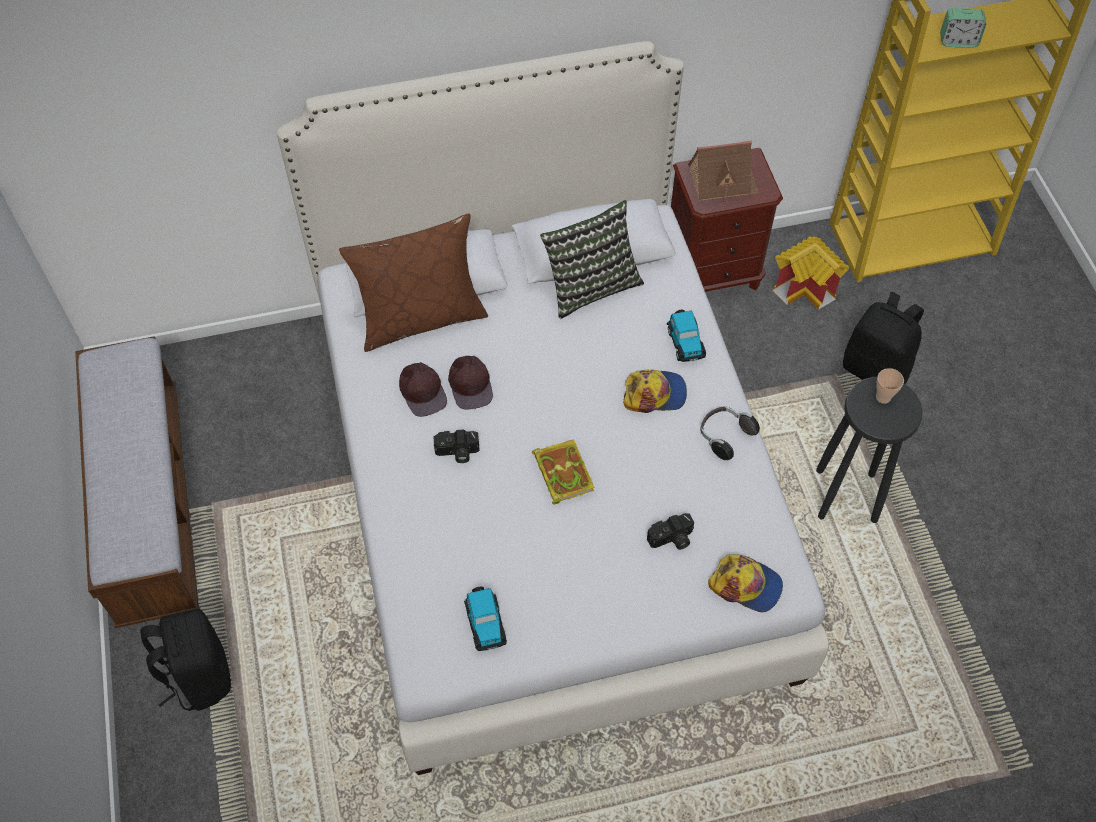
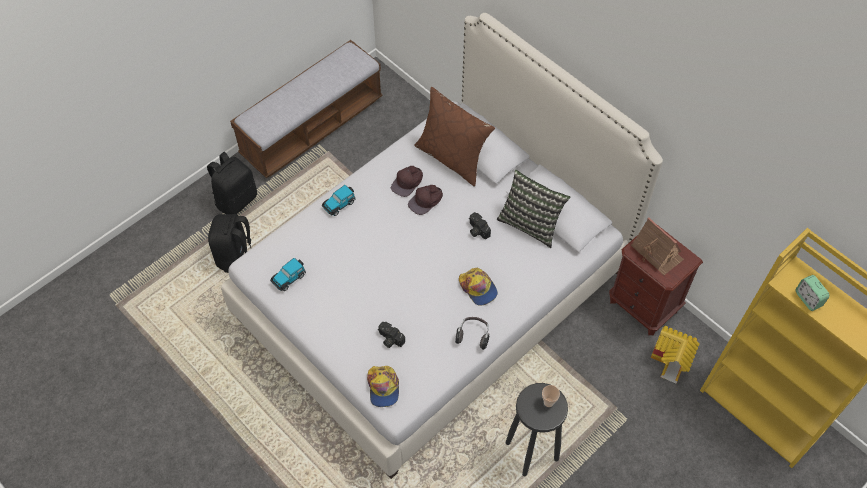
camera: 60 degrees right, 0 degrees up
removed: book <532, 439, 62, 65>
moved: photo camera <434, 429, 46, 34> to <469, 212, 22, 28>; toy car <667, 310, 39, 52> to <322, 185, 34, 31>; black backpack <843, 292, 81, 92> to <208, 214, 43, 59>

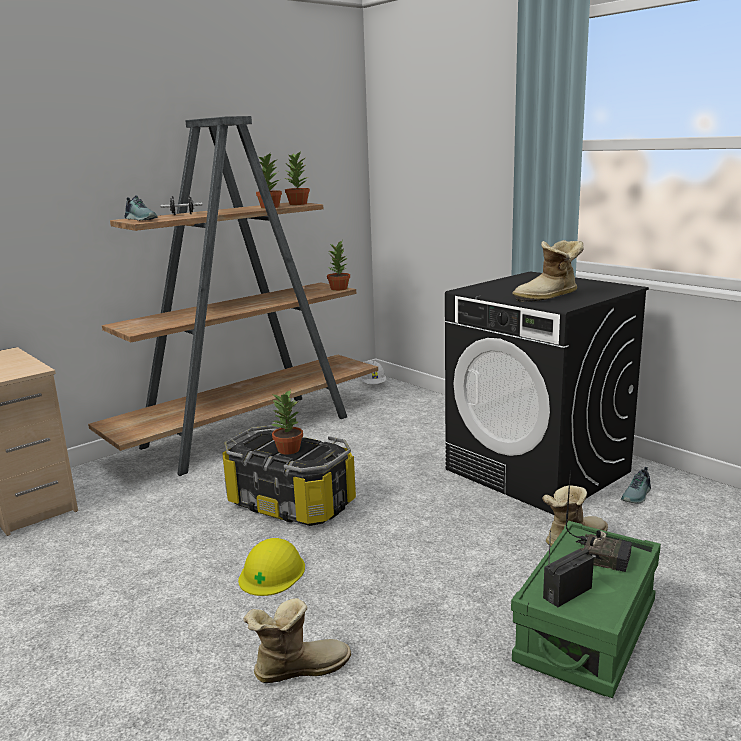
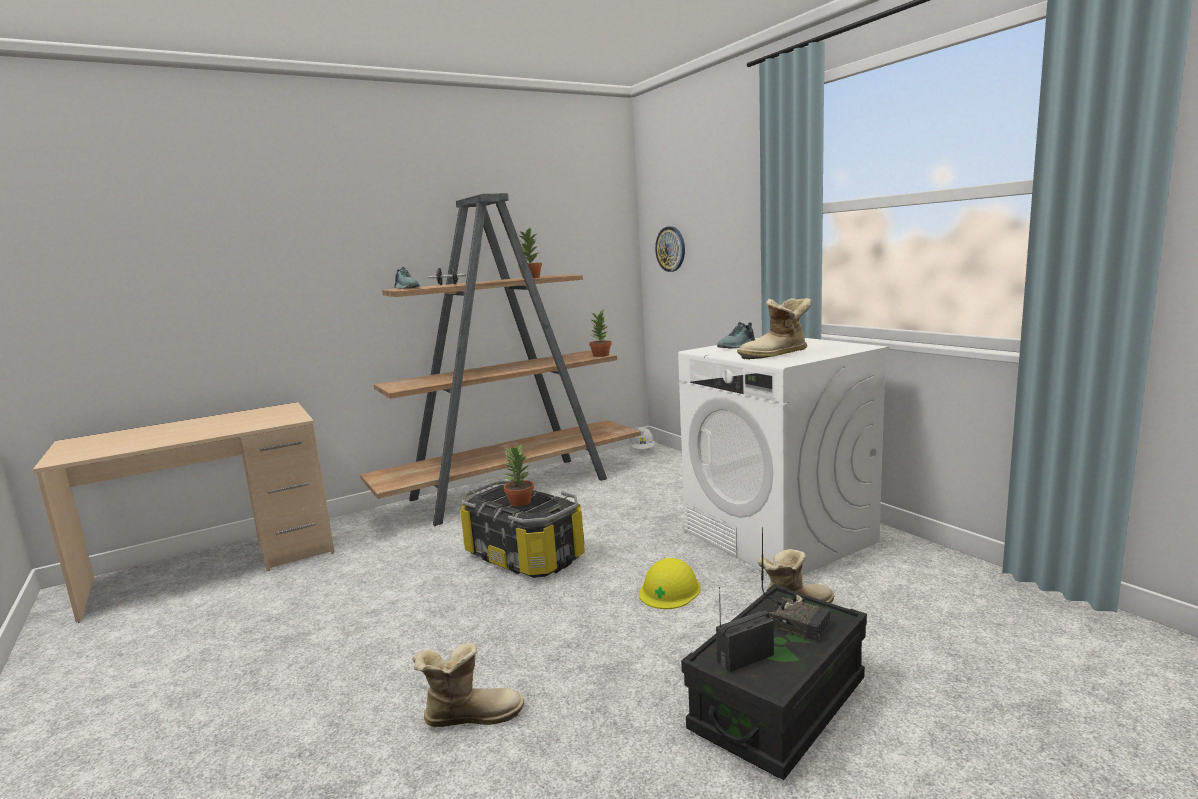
camera: 10 degrees right, 5 degrees down
removed: potted plant <285, 151, 25, 54>
added: wall clock <655, 226, 30, 46>
moved: yellow hard hat <238, 538, 67, 58> to <639, 558, 62, 51>; shoe <621, 467, 30, 36> to <717, 322, 38, 26>
recoloured: black washing machine <445, 271, 204, 244> to white washing machine <678, 338, 211, 237>; green storage box <511, 521, 150, 177> to black storage box <681, 584, 186, 196>

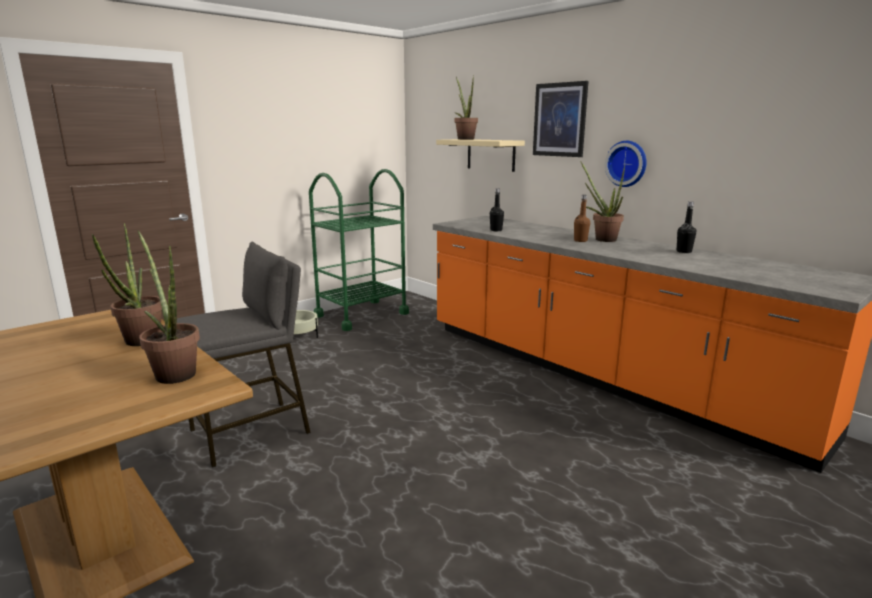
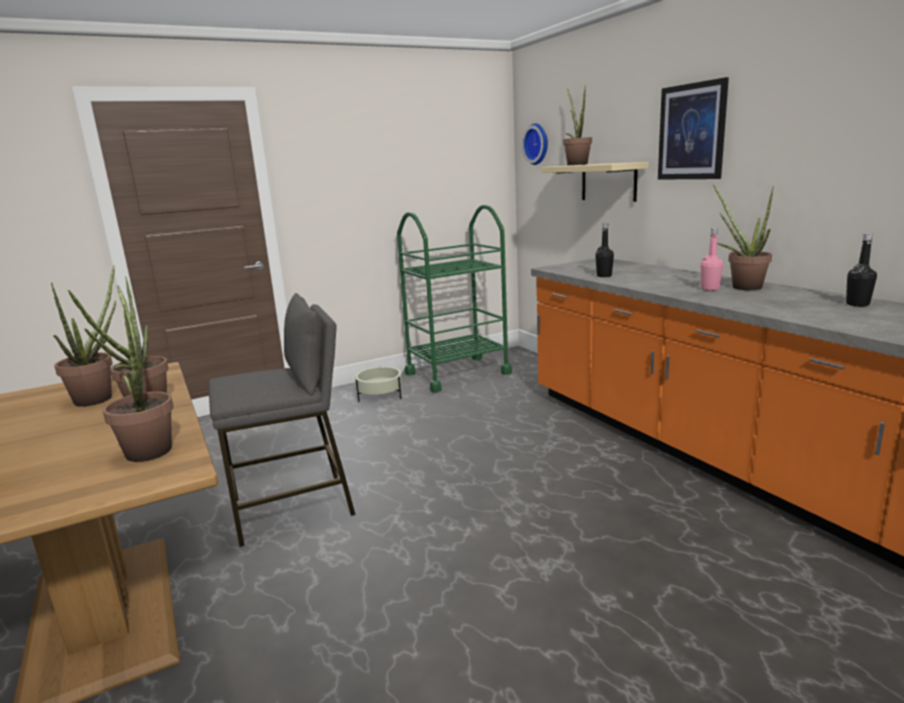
camera: 15 degrees right, 0 degrees up
added: potted plant <51, 265, 65, 142>
moved: wall clock <605, 141, 42, 46> to <522, 123, 26, 42>
recoloured: brown bottle <574, 195, 16, 47> to pink bottle <701, 228, 22, 63>

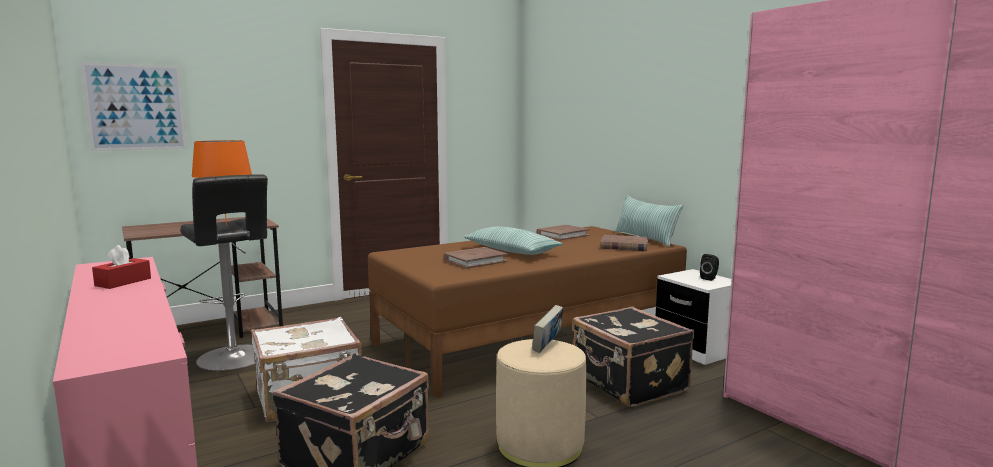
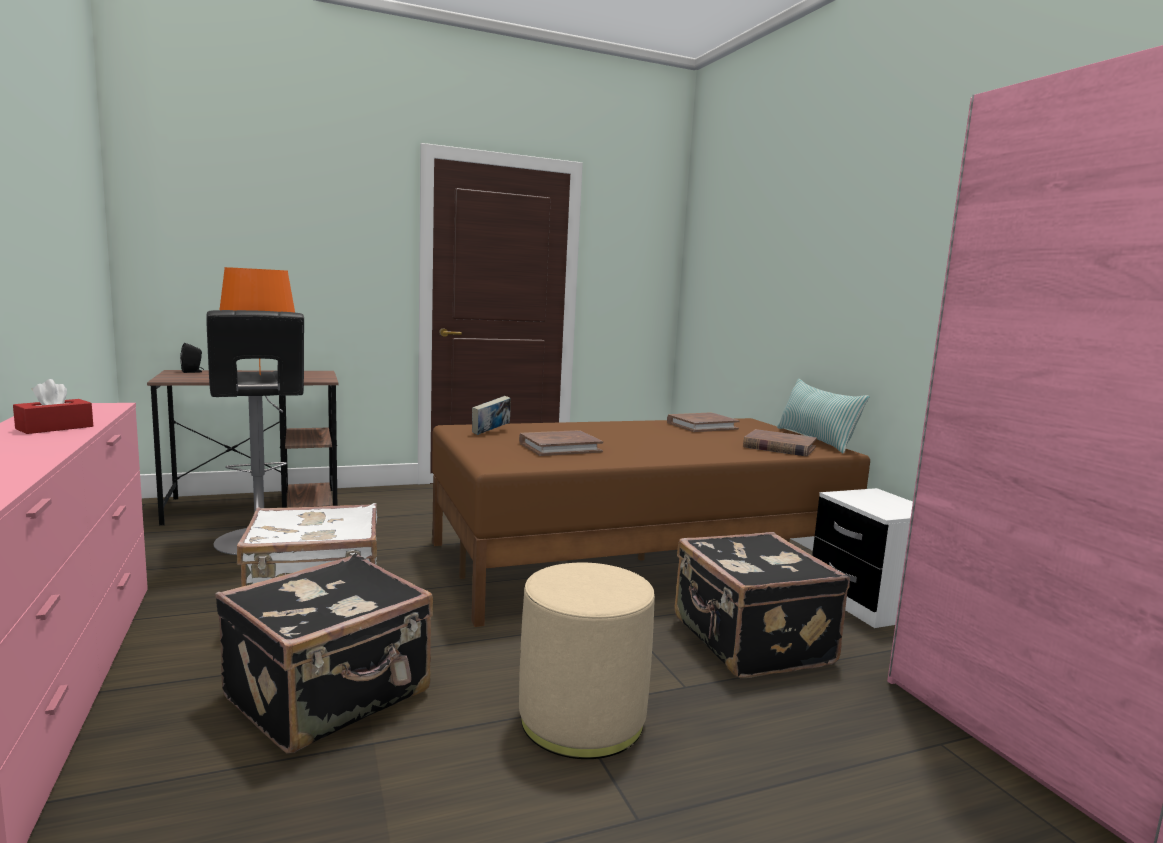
camera: 10 degrees right, 0 degrees up
removed: picture <81, 62, 106, 89>; pillow <463, 227, 100, 28>
moved: book <532, 305, 32, 48> to <472, 396, 39, 39>; black speaker <700, 254, 19, 27> to <180, 343, 24, 30>

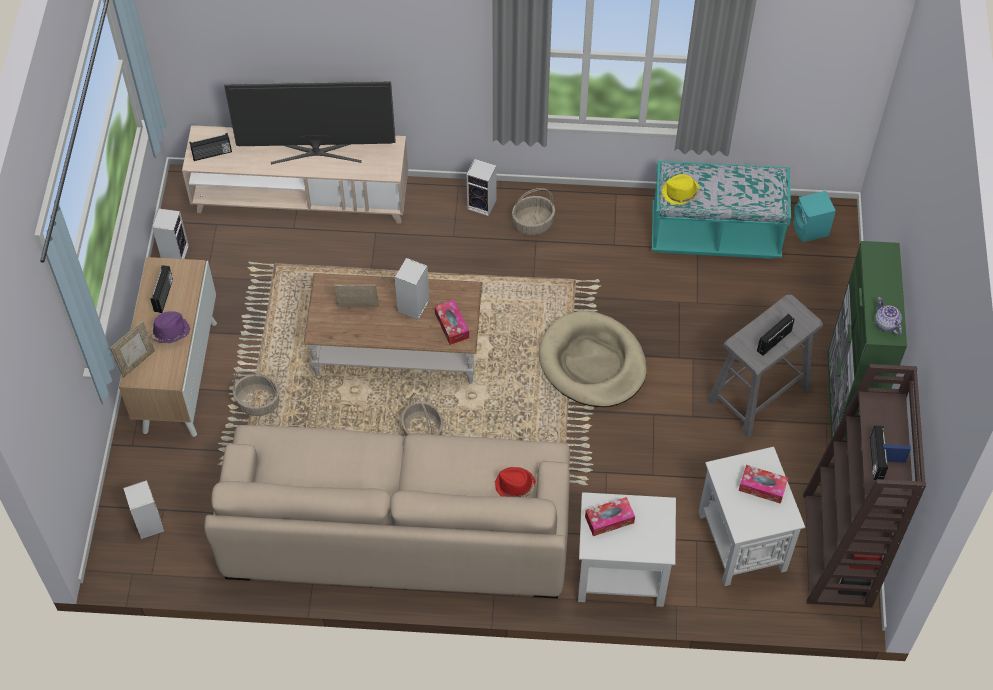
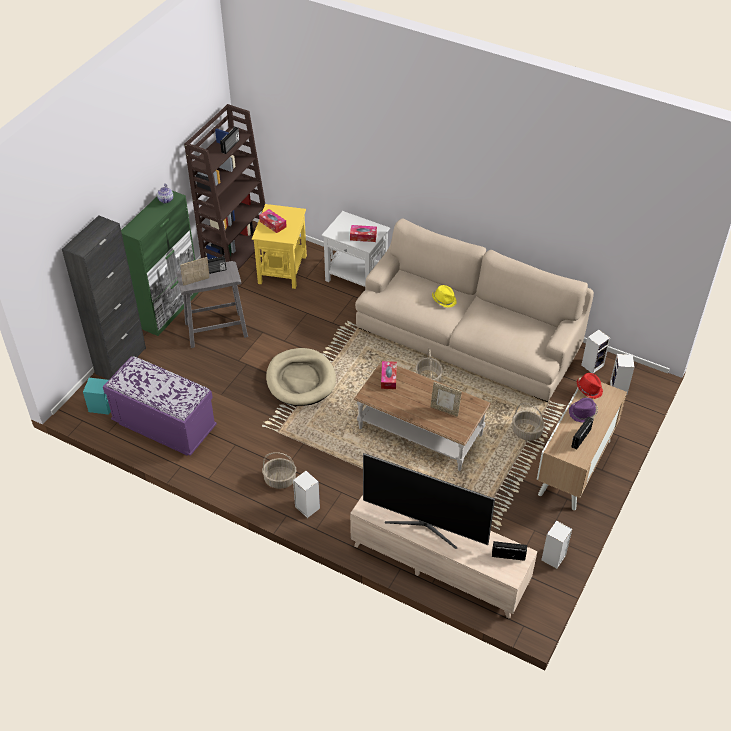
camera: 155 degrees left, 10 degrees down
added: black cabinet <62, 215, 84, 165>
moved: picture frame <110, 321, 45, 56> to <180, 257, 29, 29>; speaker <395, 258, 34, 62> to <581, 330, 29, 43>; red hat <495, 467, 41, 31> to <577, 373, 26, 26>; yellow hat <662, 174, 38, 31> to <432, 285, 25, 23>
recoloured: turquoise bench <652, 161, 139, 98> to purple bench <103, 356, 114, 100>; white side table <698, 447, 107, 139> to yellow side table <252, 204, 55, 85>

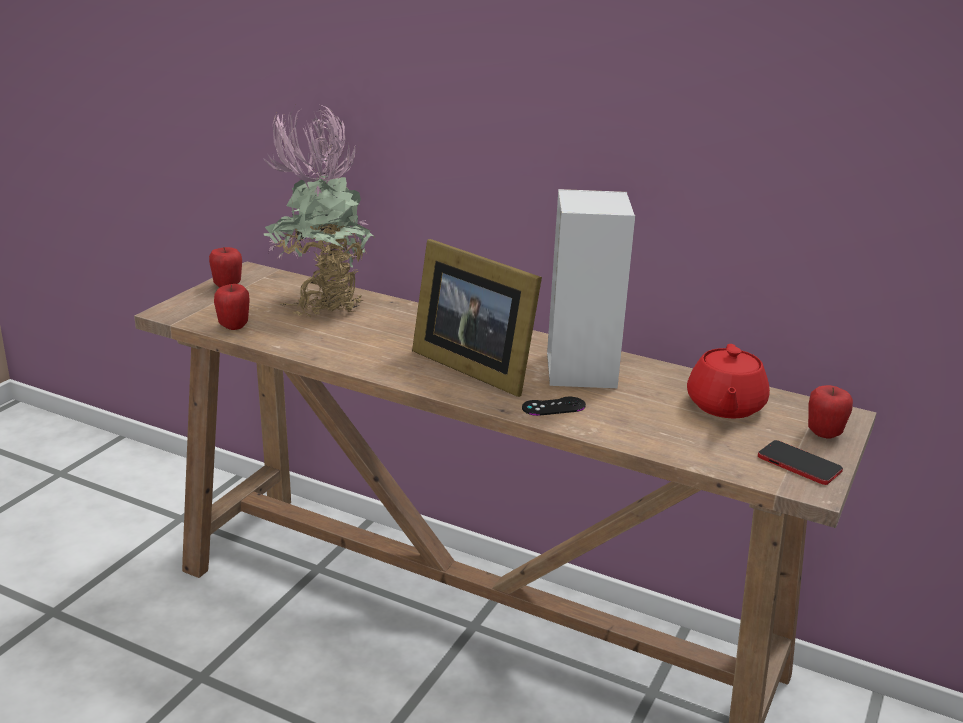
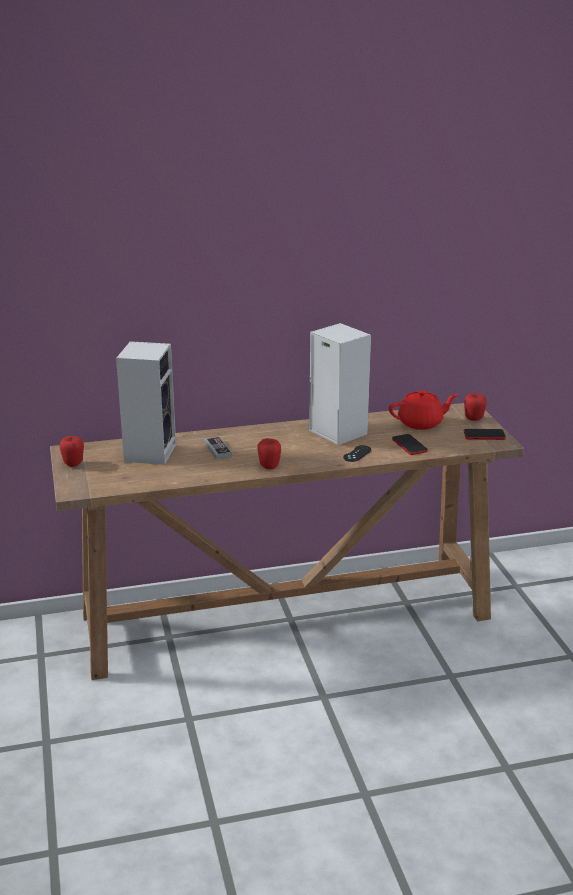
camera: 40 degrees left, 0 degrees up
removed: picture frame <412, 239, 130, 158>
added: game controller <204, 436, 28, 24>; phone <392, 434, 36, 21>
moved: apple <214, 284, 35, 46> to <257, 438, 24, 31>
replaced: potted plant <263, 105, 112, 212> to speaker <116, 341, 60, 124>
turned: red teapot <687, 344, 83, 75> = <389, 390, 69, 40> 75 degrees counterclockwise

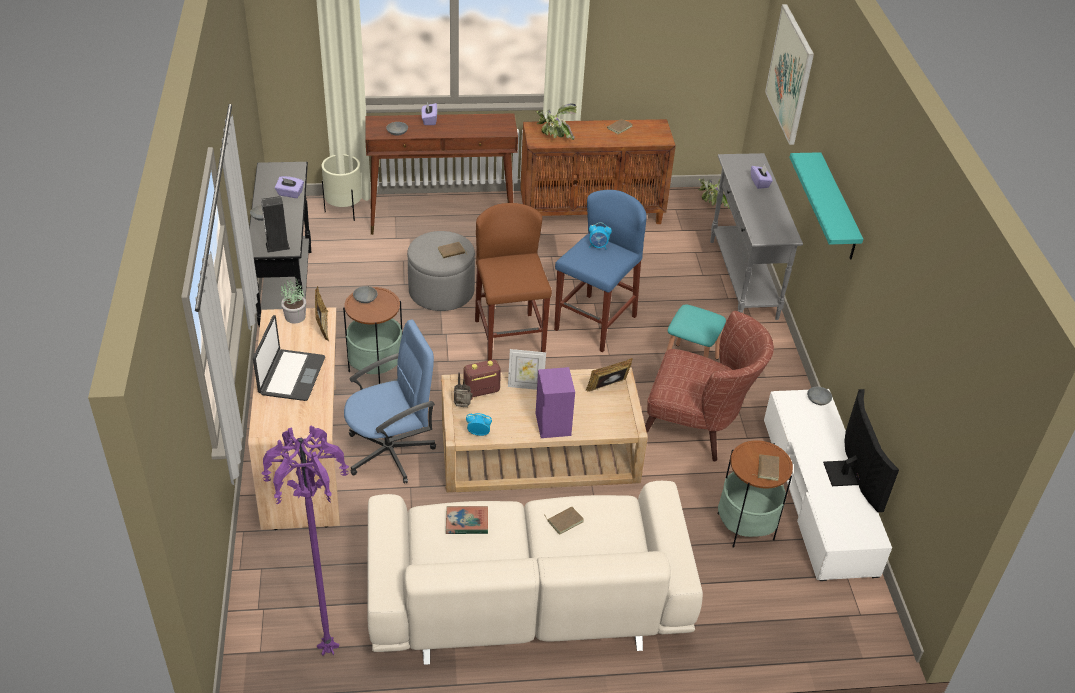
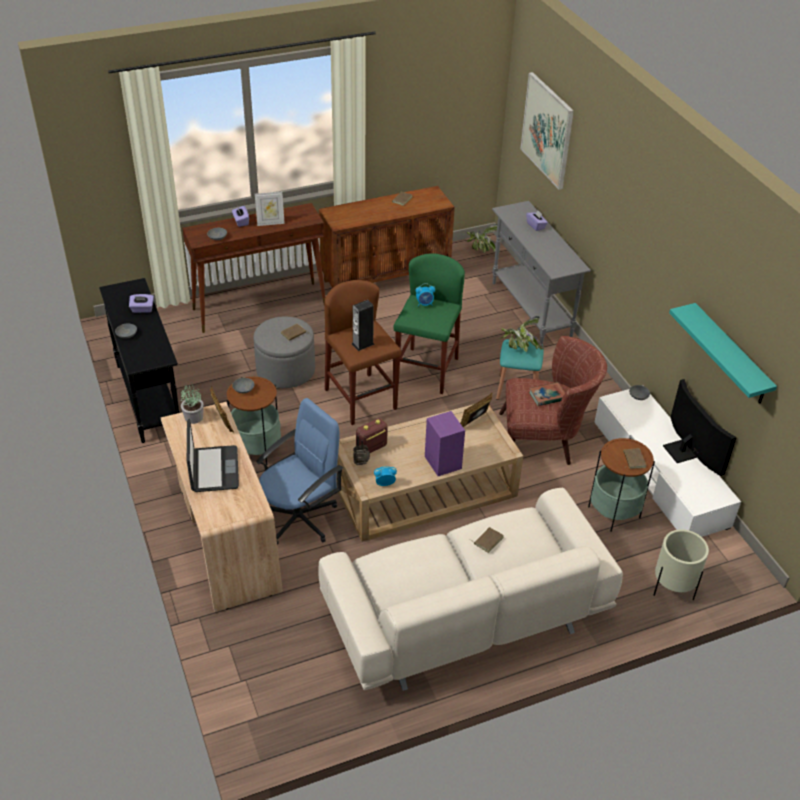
camera: 15 degrees left, 0 degrees up
removed: purple floor lamp <261, 425, 88, 231>
moved: speaker <261, 196, 29, 57> to <352, 300, 23, 51>; beige planter <322, 154, 40, 67> to <654, 529, 55, 71>; book <446, 506, 42, 28> to <529, 382, 36, 24>; picture frame <508, 349, 38, 41> to <255, 192, 30, 34>; potted plant <536, 103, 41, 37> to <499, 316, 45, 36>; turquoise shelf <789, 152, 74, 108> to <669, 303, 108, 101>
recoloured: blue stool <554, 190, 93, 162> to green stool <393, 253, 72, 141>

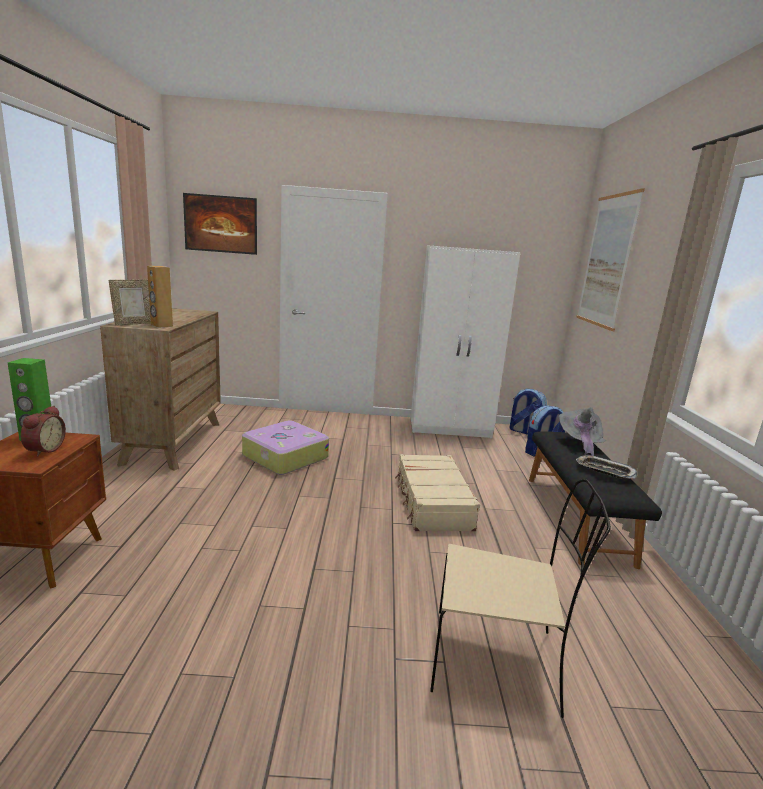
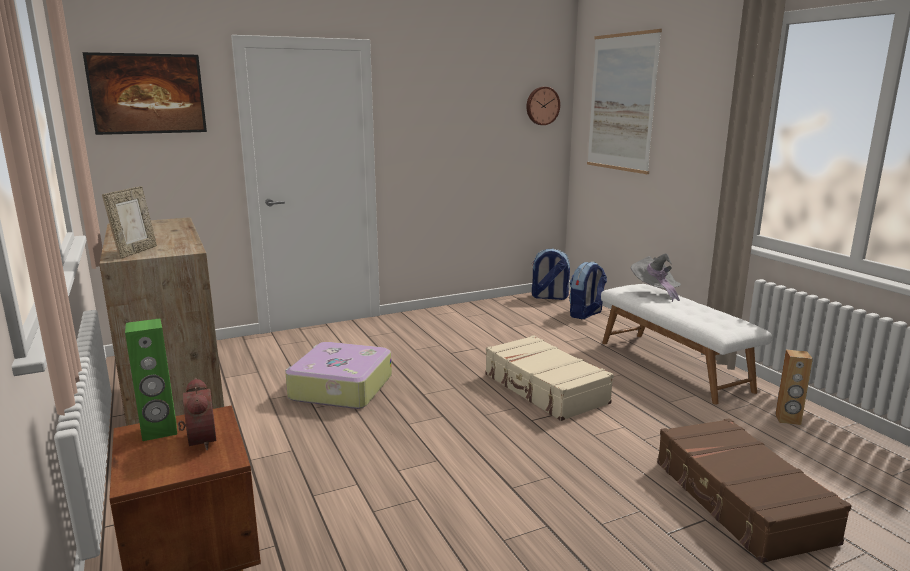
camera: 25 degrees left, 0 degrees up
removed: white wardrobe <411, 246, 110, 192>; tray <576, 455, 61, 24>
added: wall clock <526, 87, 34, 38>
moved: brown speaker <147, 266, 26, 62> to <775, 350, 38, 75>
replaced: beige chair <430, 479, 181, 239> to brown suitcase <657, 418, 194, 145>
recoloured: black bench <529, 431, 133, 138> to white bench <601, 284, 171, 120>

